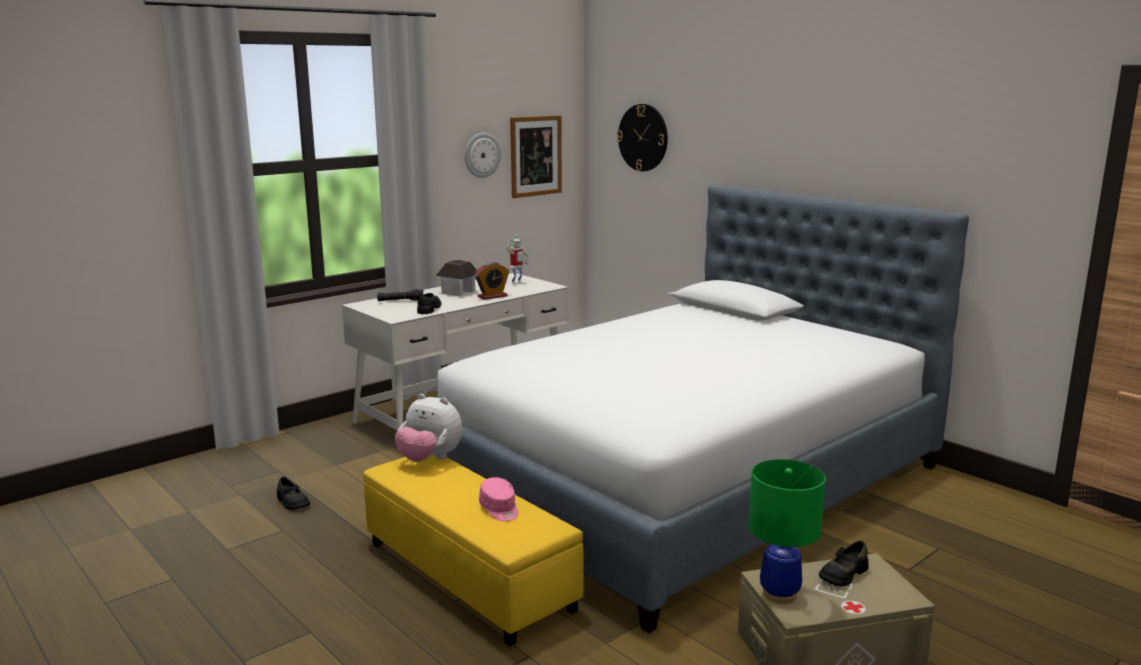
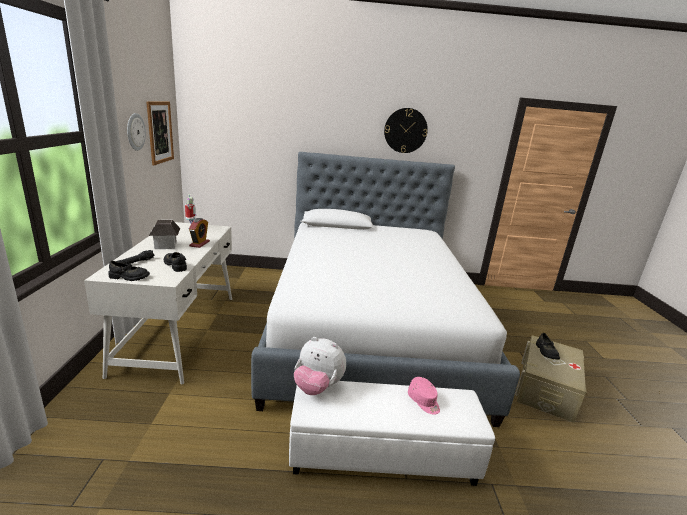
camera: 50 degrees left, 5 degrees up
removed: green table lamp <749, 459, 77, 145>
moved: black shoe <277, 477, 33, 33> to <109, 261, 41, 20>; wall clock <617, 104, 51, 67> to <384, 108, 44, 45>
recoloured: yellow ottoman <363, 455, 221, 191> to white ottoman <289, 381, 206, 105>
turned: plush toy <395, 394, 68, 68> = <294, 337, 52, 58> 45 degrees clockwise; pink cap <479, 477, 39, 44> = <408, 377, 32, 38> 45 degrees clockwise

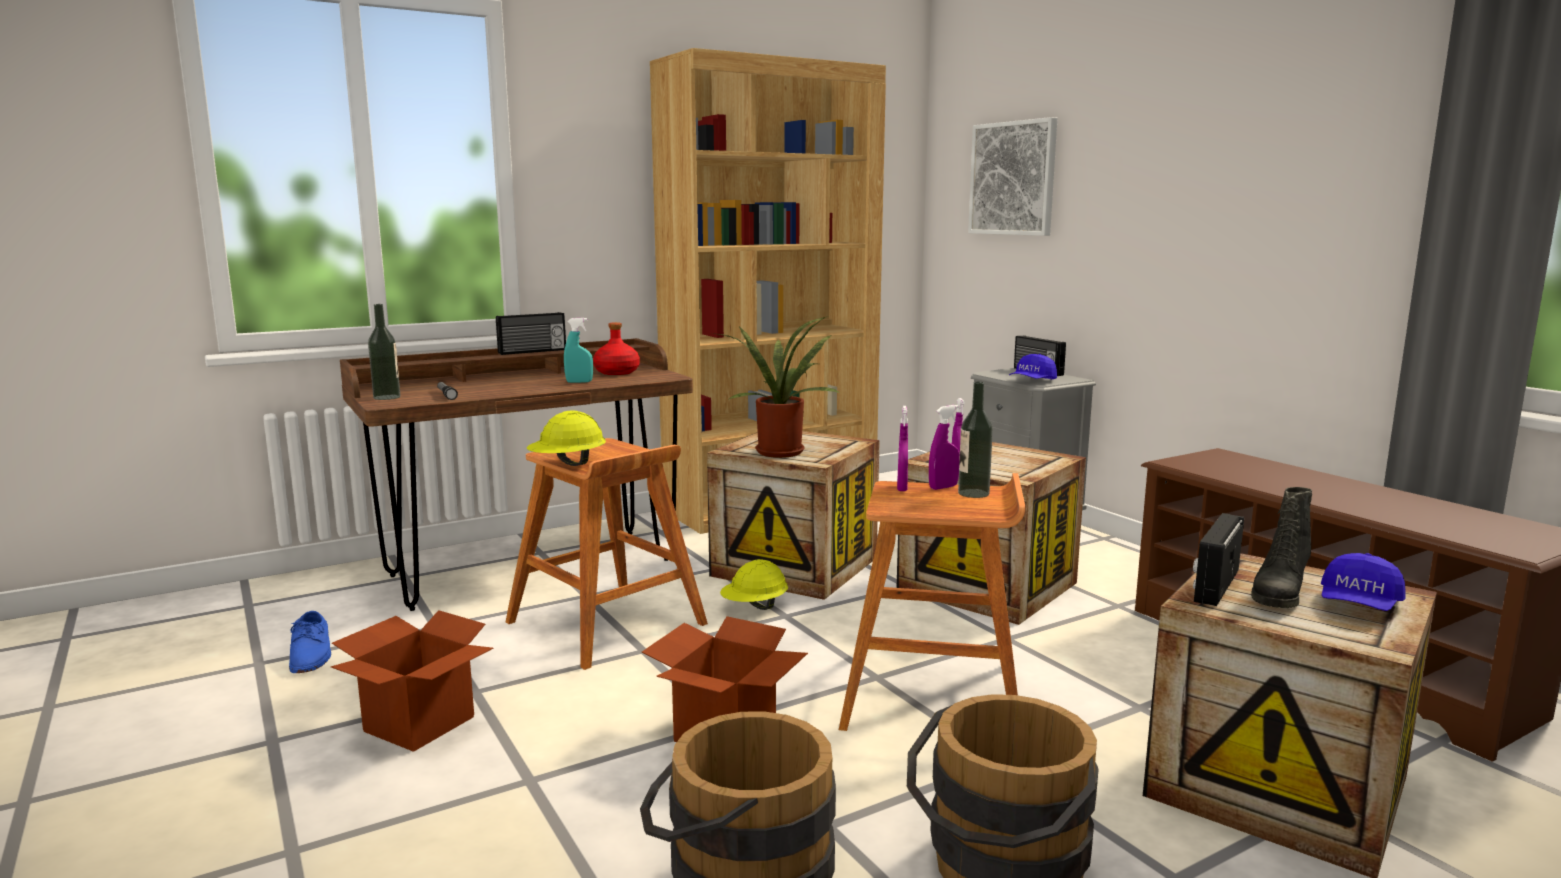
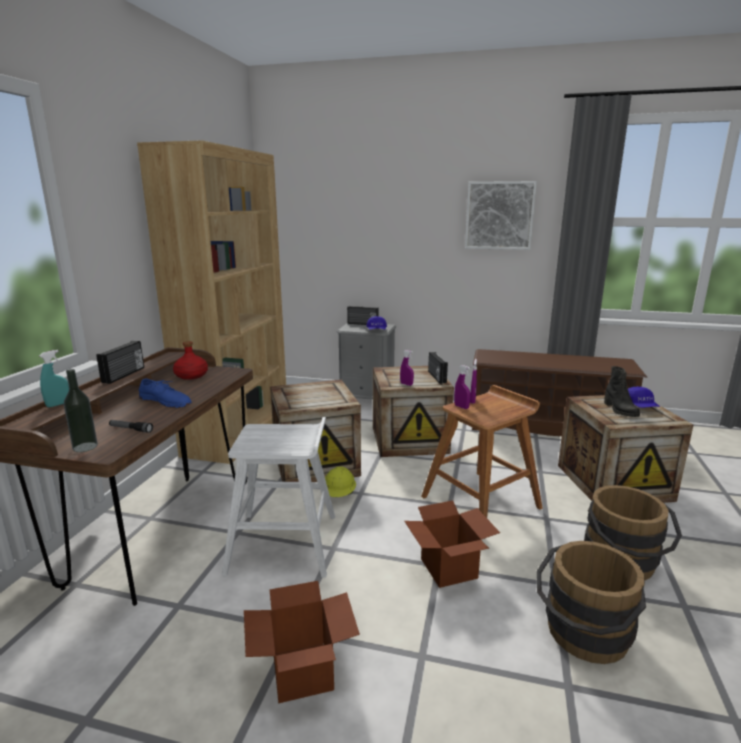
camera: 45 degrees left, 5 degrees up
removed: yellow hard hat <527, 411, 79, 55>; potted plant <712, 317, 130, 141>; bottle <958, 382, 35, 116>
moved: blue shoe <289, 611, 42, 62> to <139, 379, 53, 29>; turquoise spray bottle <564, 318, 29, 65> to <39, 350, 30, 57>; picture <968, 117, 90, 119> to <465, 181, 72, 69>; radio <1193, 513, 51, 93> to <428, 352, 20, 32>
recoloured: brown stool <505, 438, 203, 232> to white stool <222, 417, 113, 160>

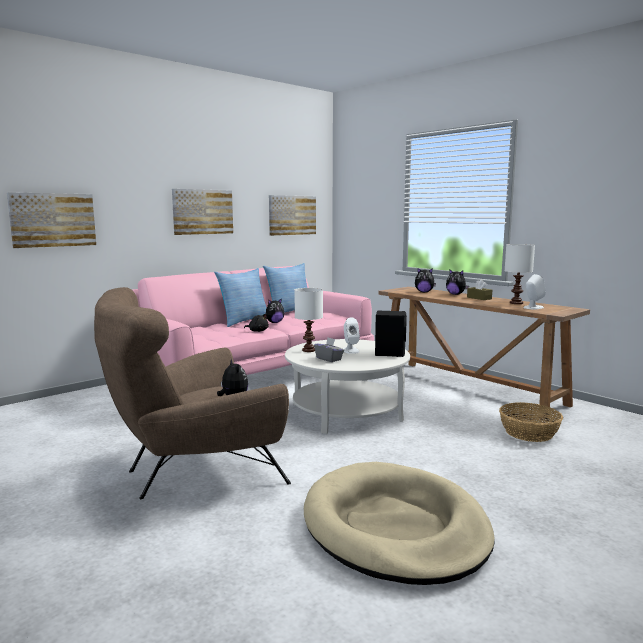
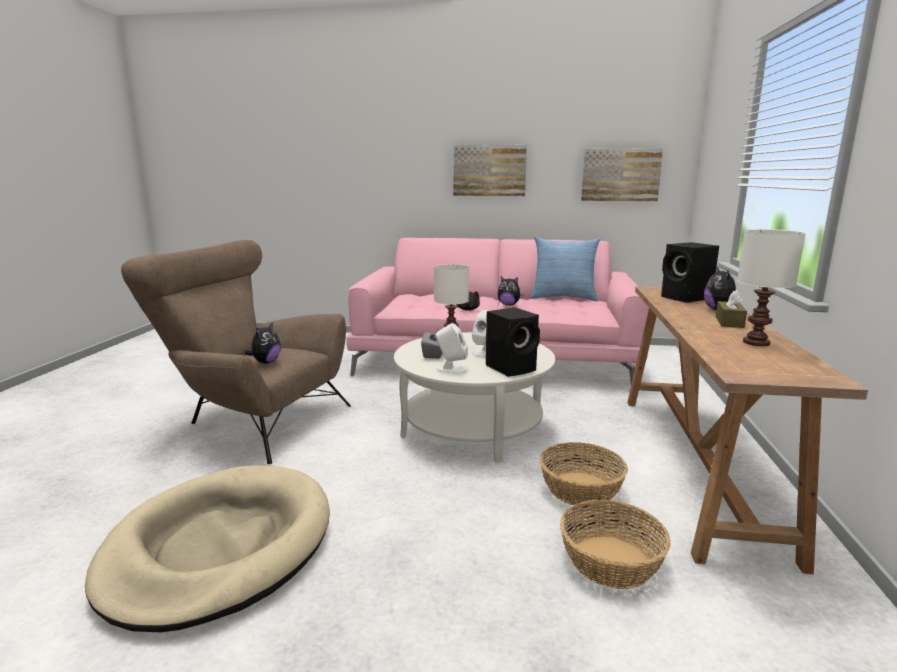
camera: 50 degrees right, 5 degrees up
removed: picture <7, 192, 89, 56>; pillow <214, 268, 53, 59>
added: basket <540, 442, 88, 64>
moved: white speaker <523, 274, 23, 35> to <435, 323, 33, 51>
replaced: plush toy <415, 268, 21, 25> to black speaker <661, 242, 58, 61>

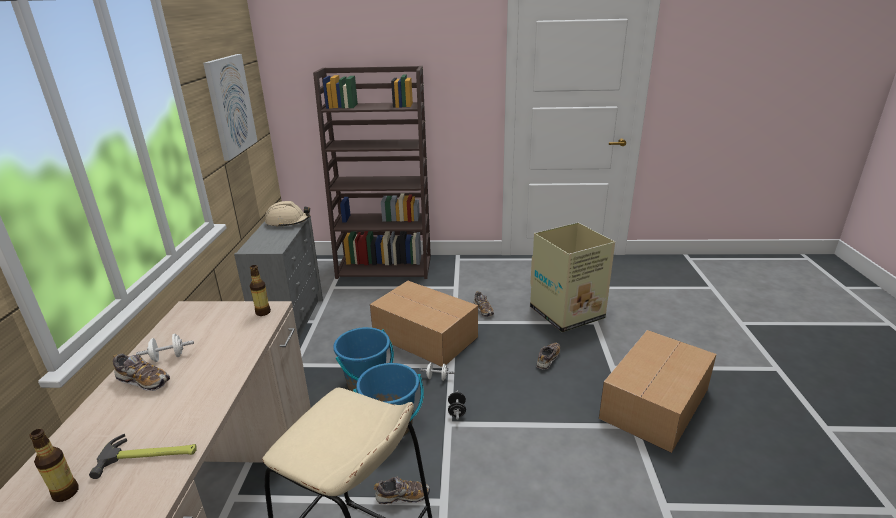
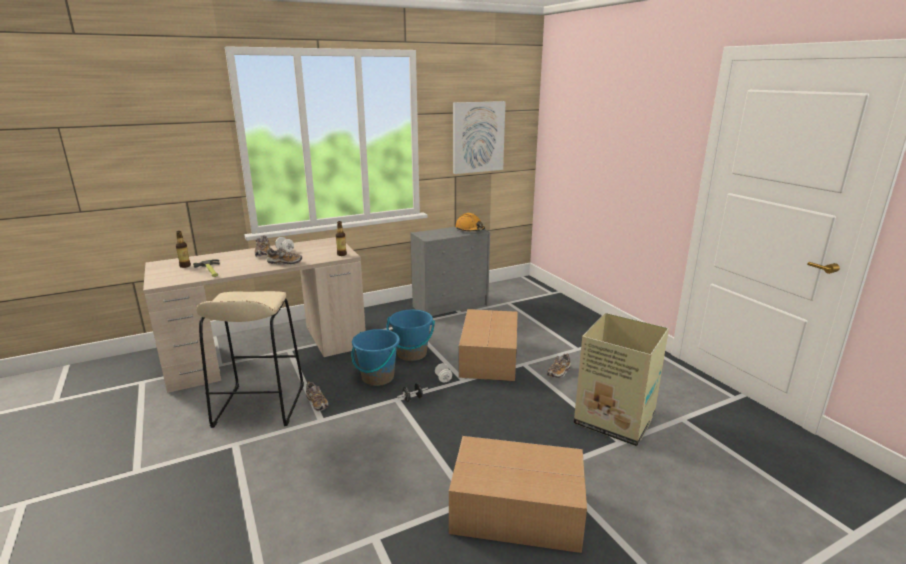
camera: 60 degrees right, 5 degrees down
removed: brown bookcase <313, 66, 118, 213>
moved: shoe <537, 343, 23, 27> to <266, 247, 36, 17>
recoloured: beige hard hat <265, 201, 45, 27> to orange hard hat <455, 213, 30, 18>

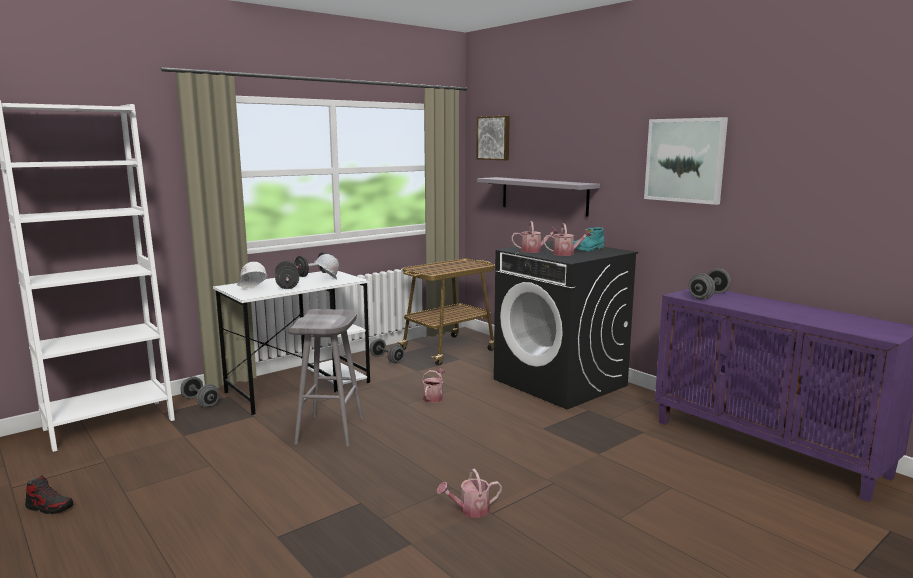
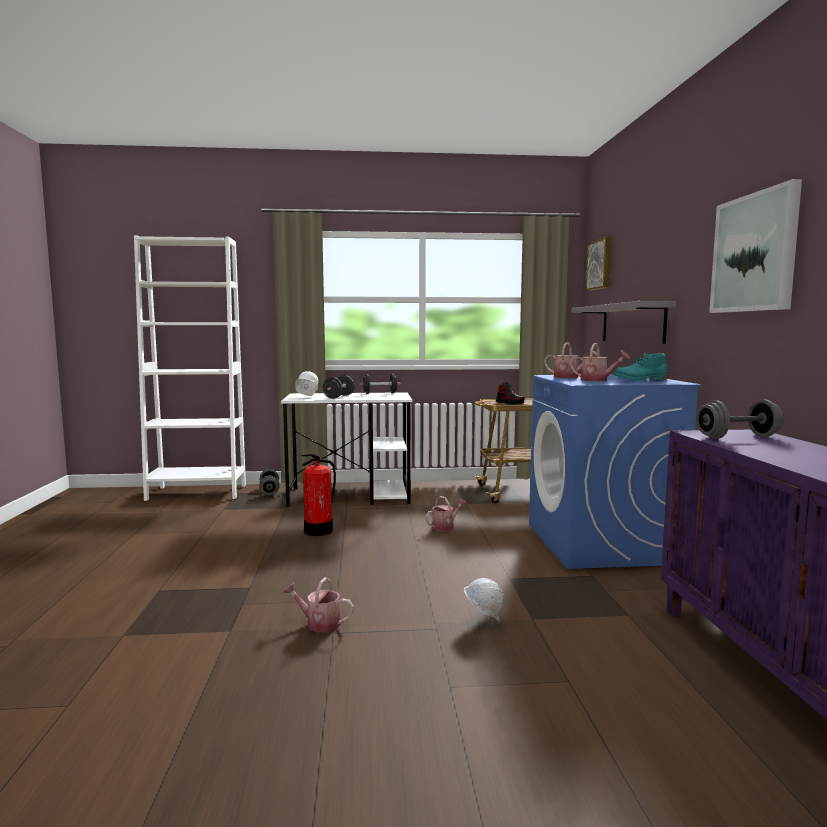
camera: 35 degrees right, 5 degrees down
removed: grey dumbbell <369, 339, 36, 24>
moved: shoe <25, 475, 48, 39> to <496, 382, 29, 22>; white hard hat <315, 254, 24, 26> to <464, 578, 40, 44>
replaced: grey stool <288, 309, 76, 138> to fire extinguisher <301, 454, 35, 82>
recoloured: black washing machine <494, 241, 144, 169> to blue washing machine <529, 375, 173, 194>

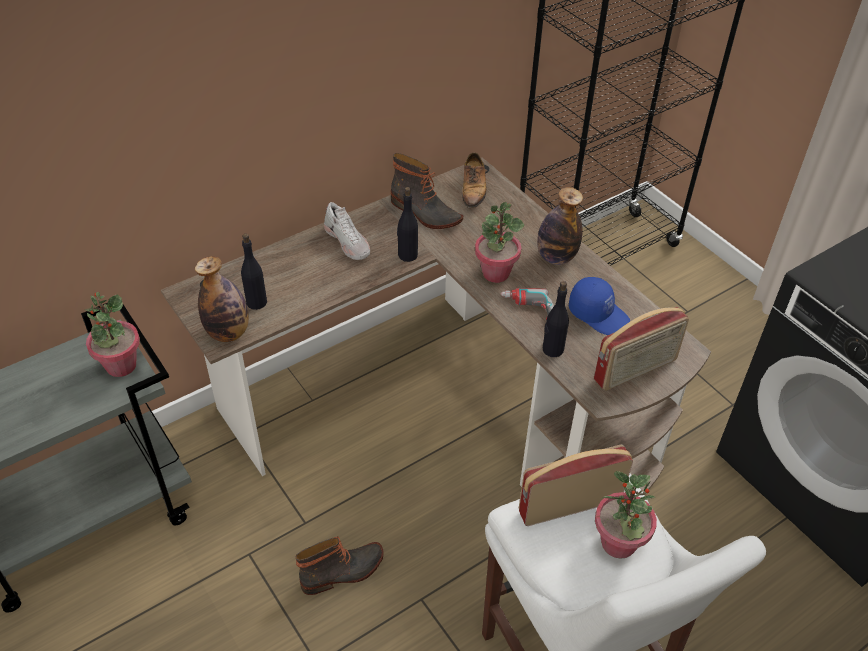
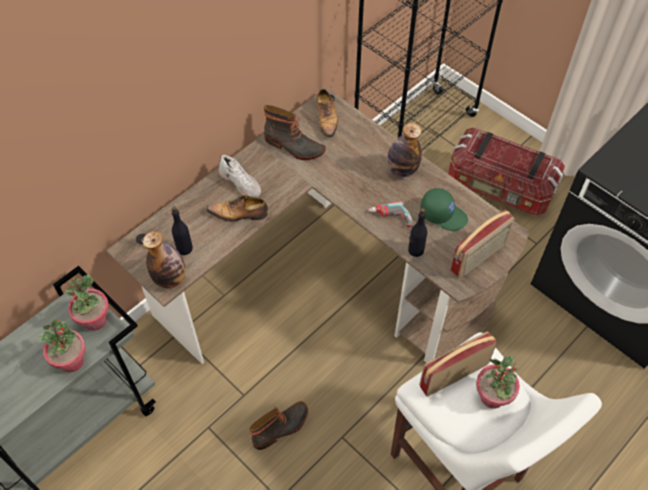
camera: 10 degrees left, 10 degrees up
removed: black bottle <397, 187, 21, 75>
added: shoe <207, 195, 61, 27>; storage box <448, 127, 117, 89>
moved: potted plant <475, 202, 49, 81> to <39, 319, 47, 53>
recoloured: blue cap <569, 277, 61, 58> to green cap <420, 188, 48, 43>

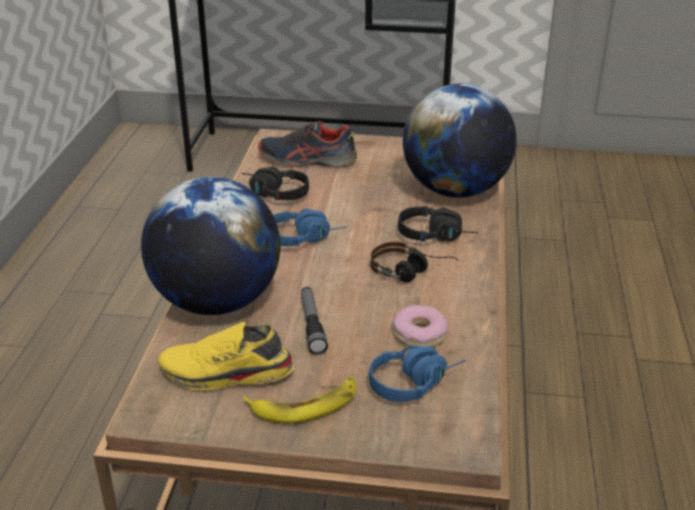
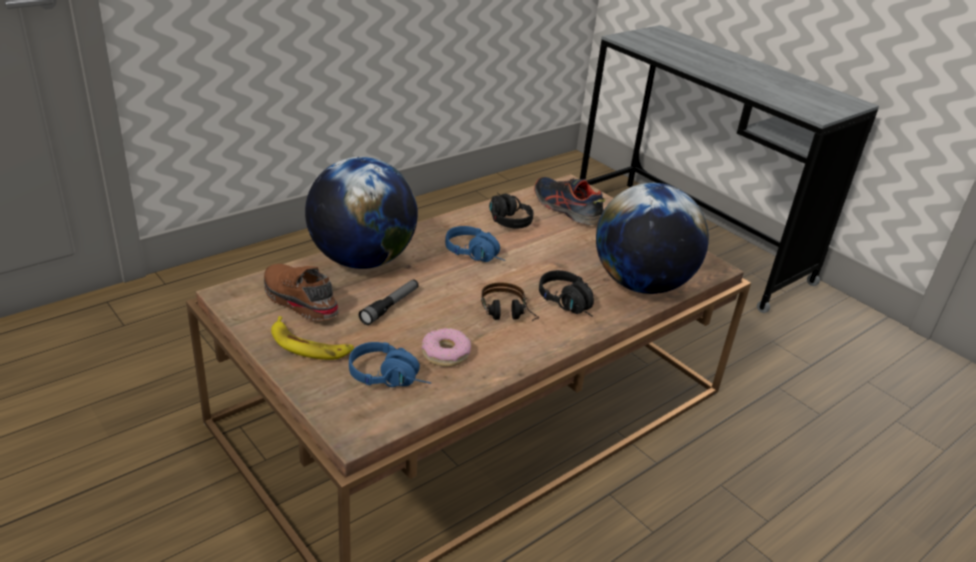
camera: 40 degrees right, 0 degrees up
recoloured: yellow shoe <158, 322, 136, 69> to brown shoe <264, 264, 75, 57>

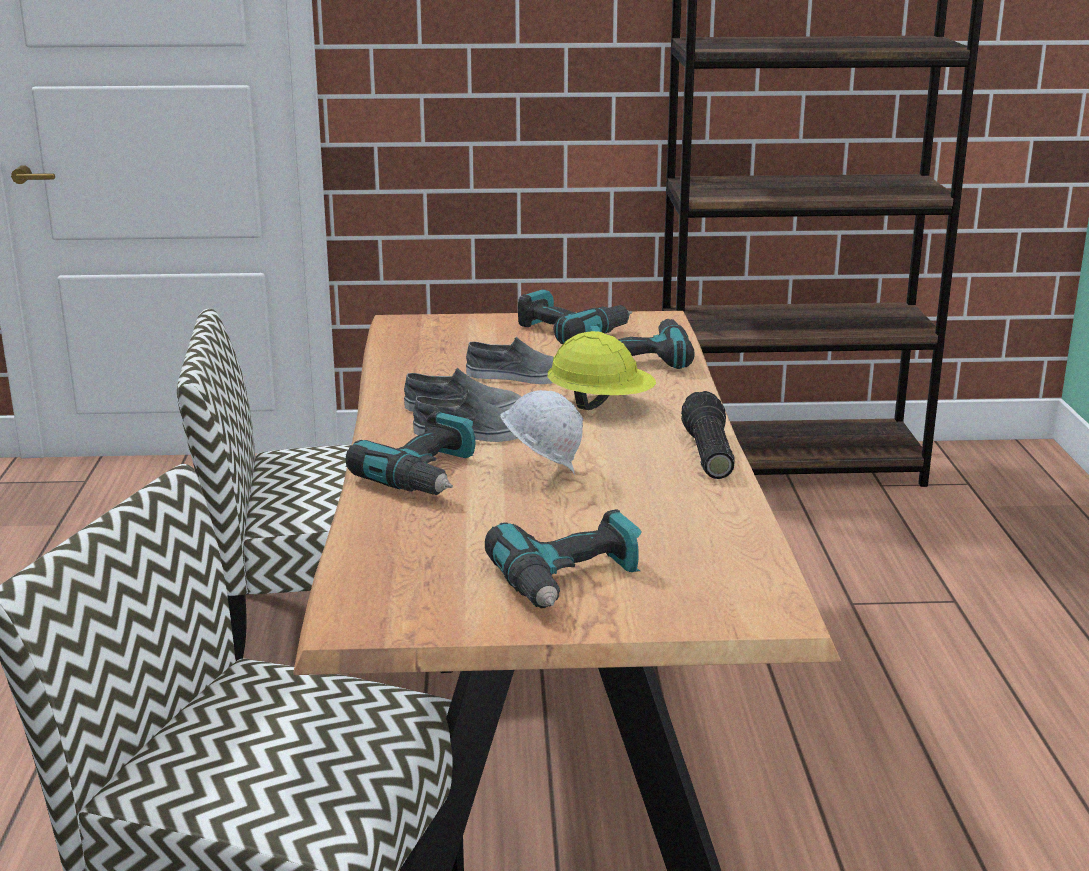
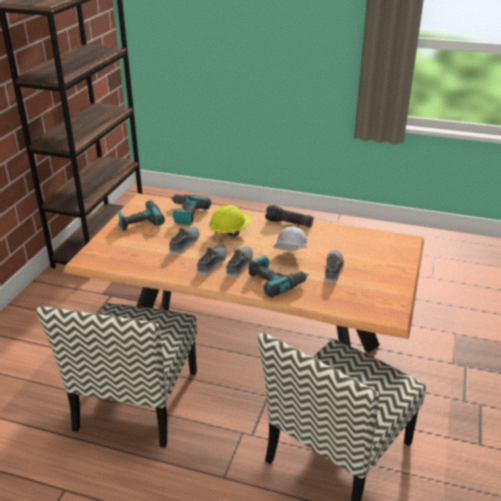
camera: 70 degrees left, 10 degrees up
removed: power drill <485, 509, 157, 99>
added: grey shoe <325, 250, 19, 33>

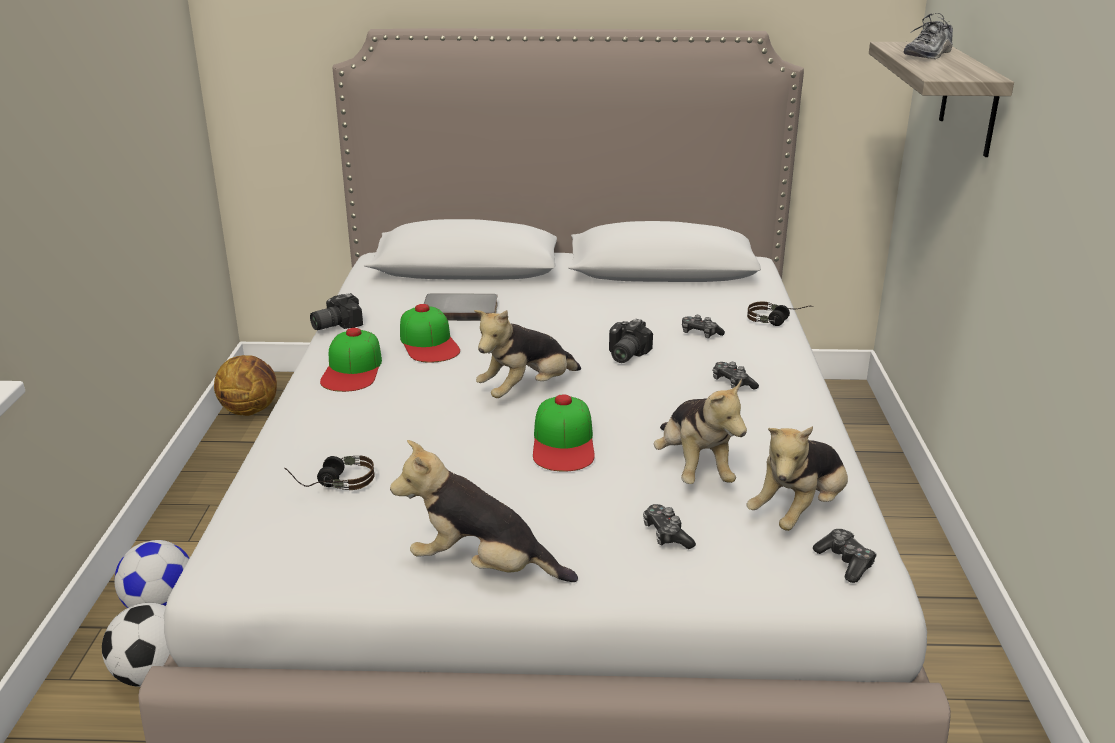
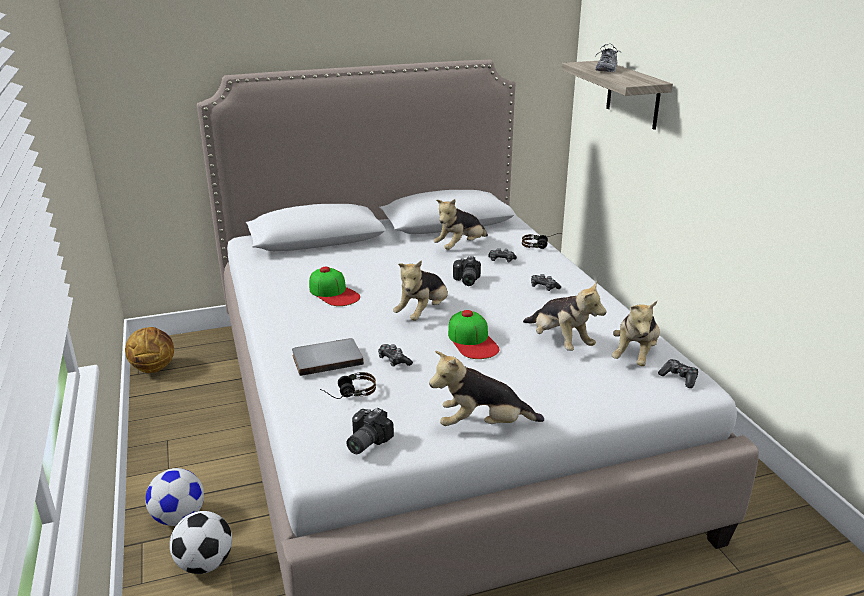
camera: 20 degrees left, 0 degrees up
removed: cap <320, 328, 62, 64>
added: plush toy <433, 199, 55, 51>
moved: photo camera <310, 293, 53, 37> to <346, 408, 48, 46>; grey book <424, 293, 74, 28> to <292, 338, 72, 38>; game controller <643, 504, 53, 45> to <378, 344, 35, 23>

